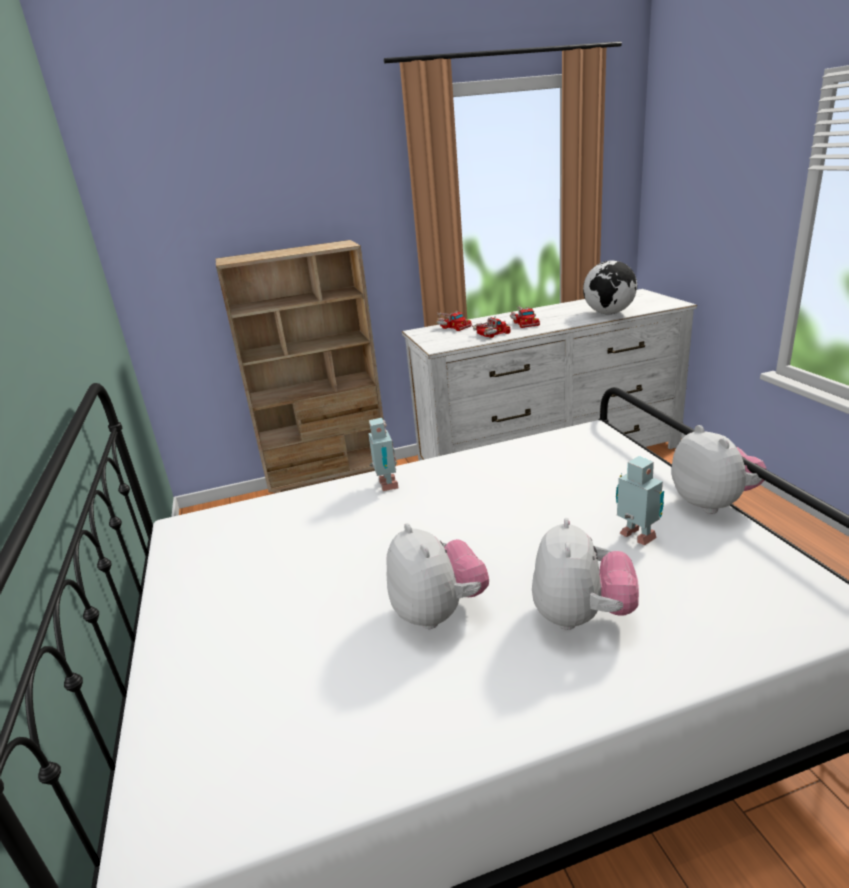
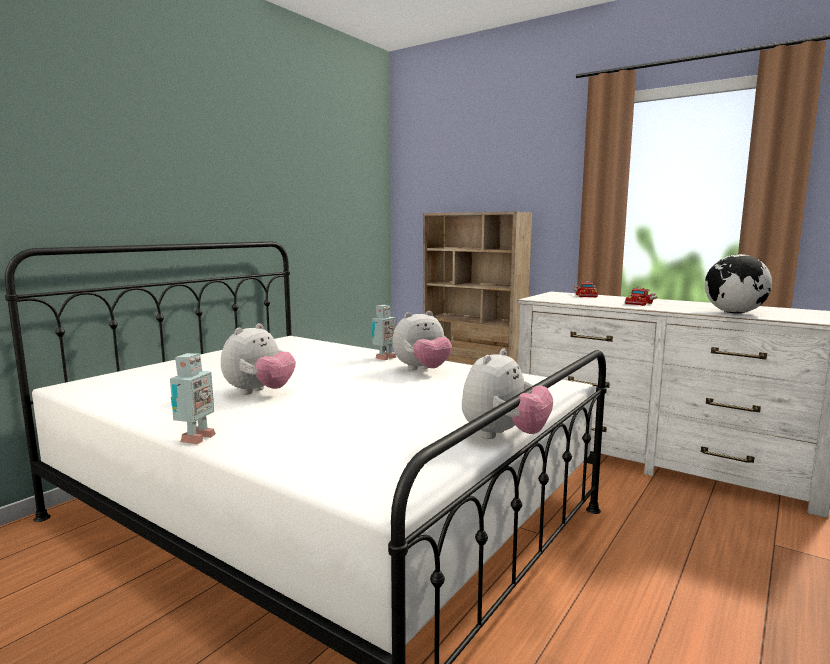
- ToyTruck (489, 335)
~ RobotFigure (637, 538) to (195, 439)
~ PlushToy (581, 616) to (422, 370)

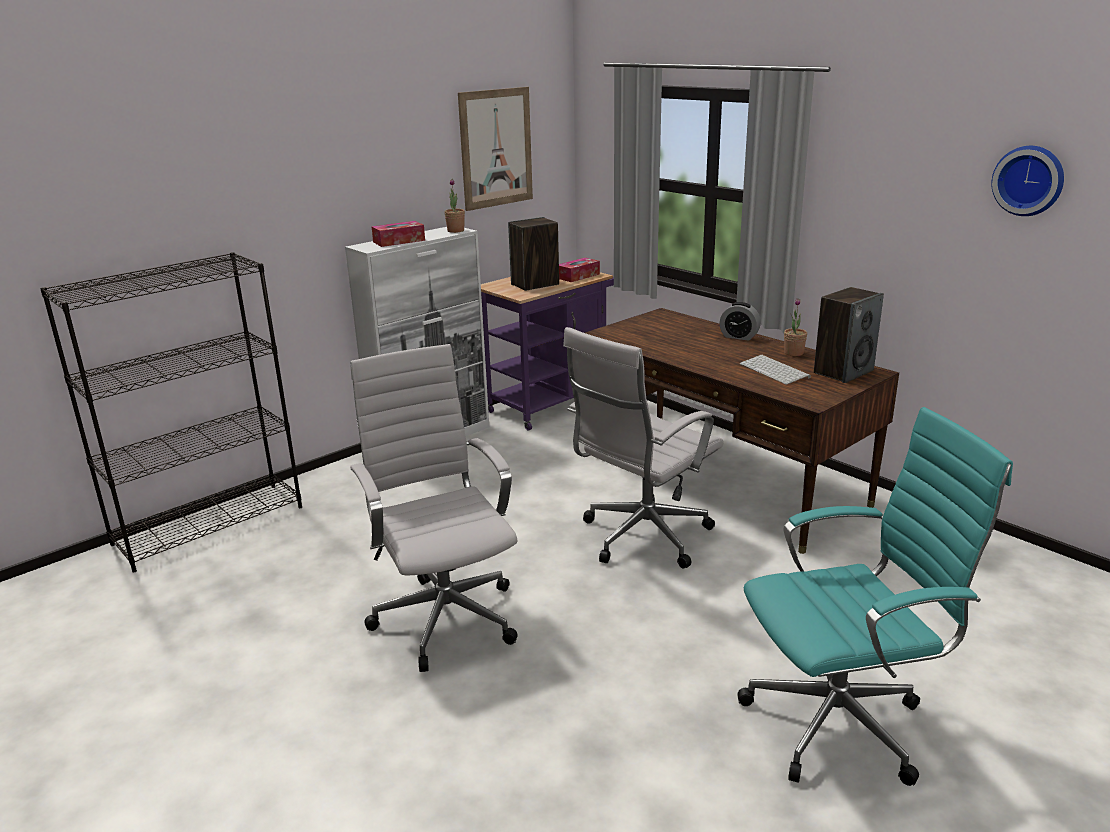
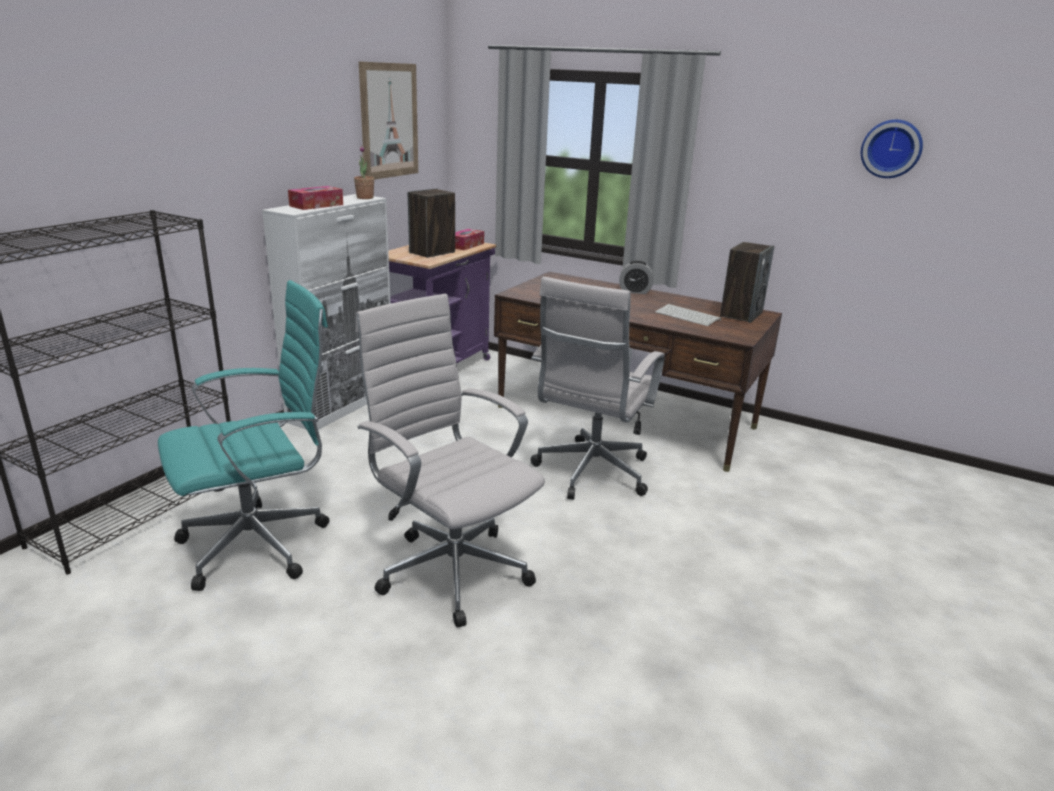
- Houseplant (793, 353)
~ TurquoiseComputerChair (843, 722) to (261, 544)

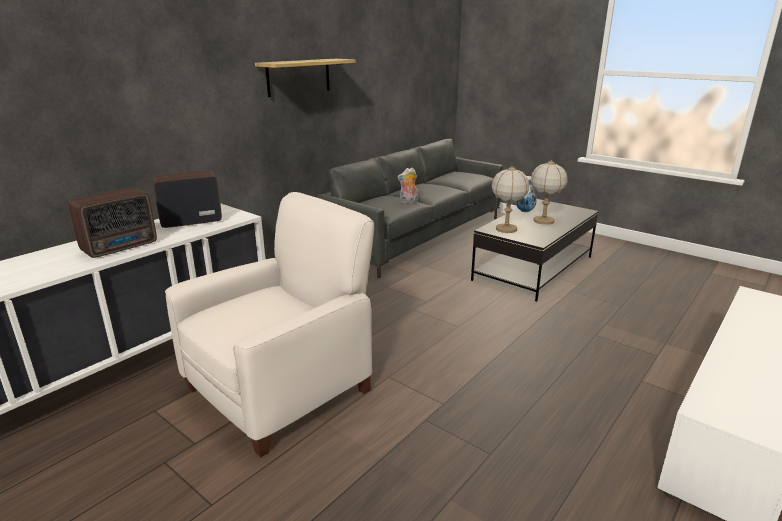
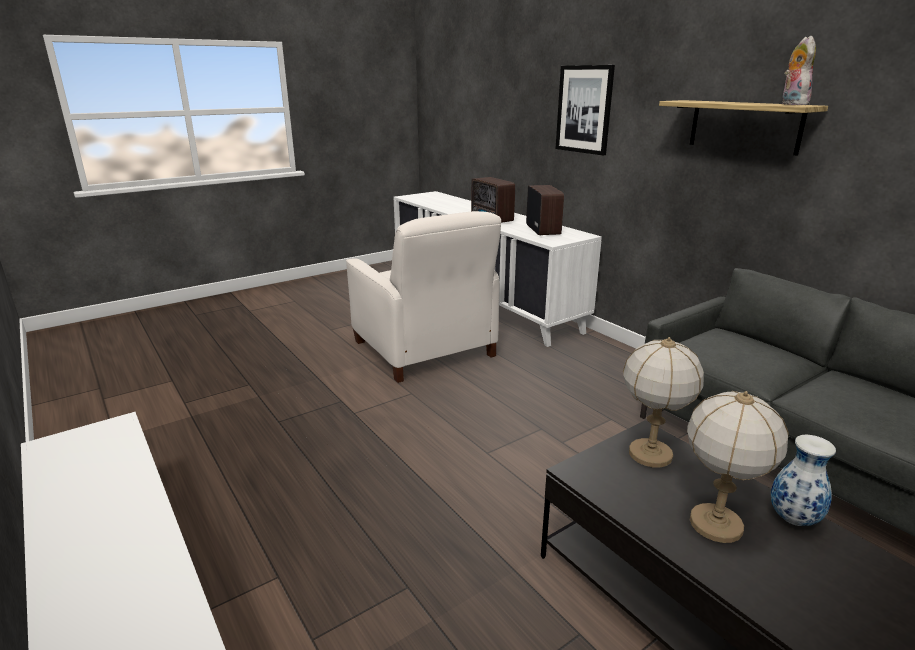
~ PlushToy (408, 202) to (791, 104)
+ WallPicture (584, 109)

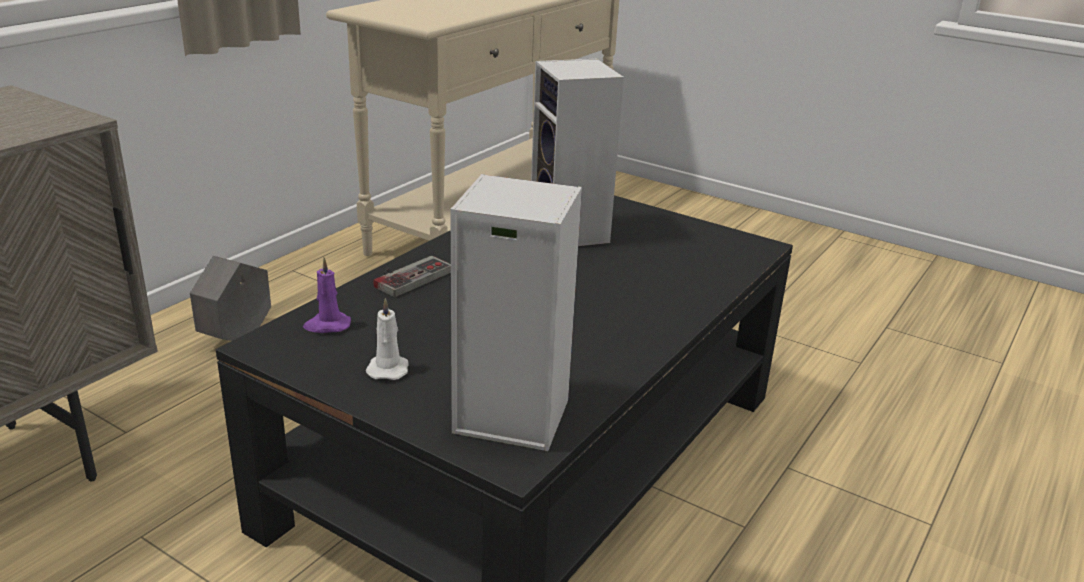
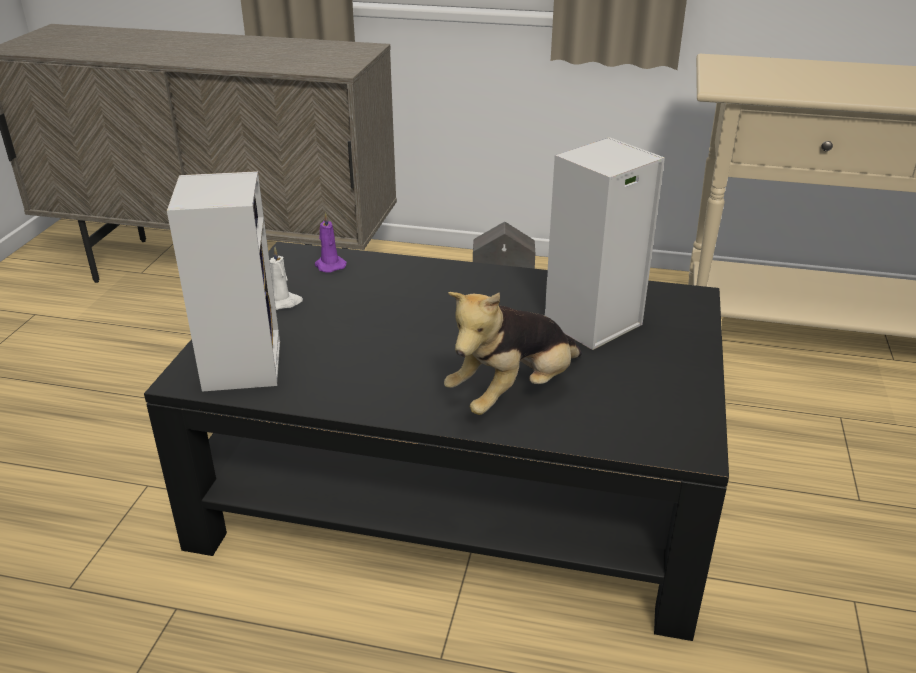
- Joypad (407, 276)
+ PlushToy (513, 393)

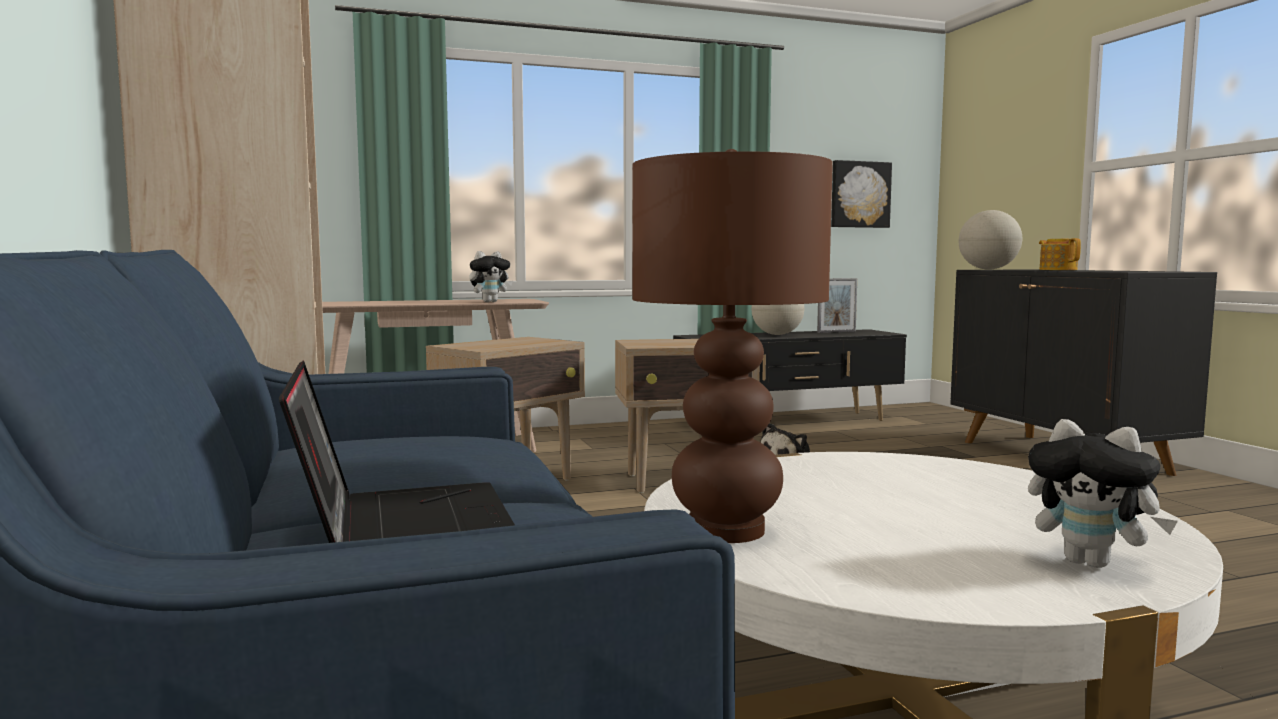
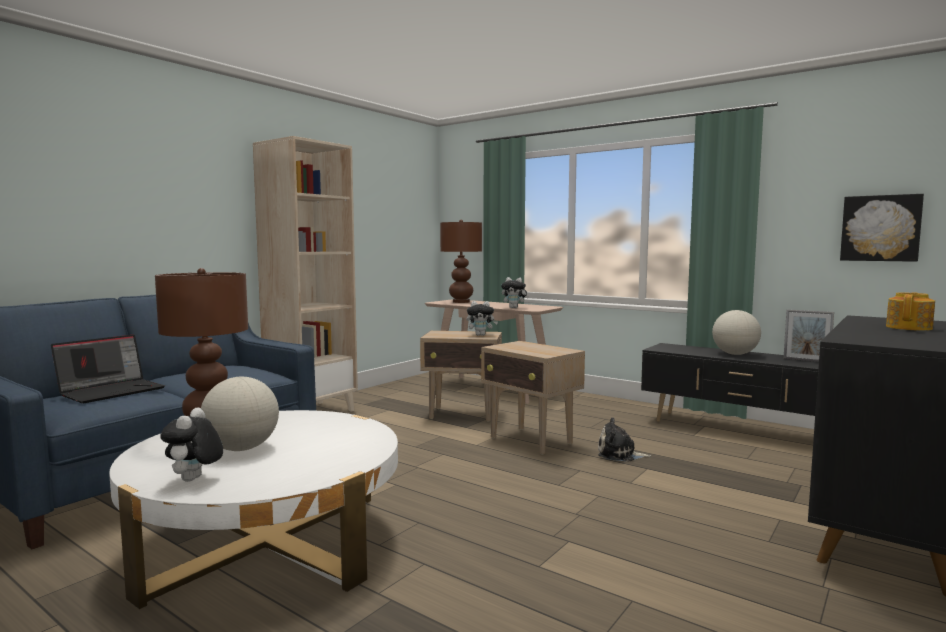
~ DeskGlobe (988, 269) to (241, 449)
+ BrownishTabletopLamp (461, 302)
+ PlushToy (481, 335)

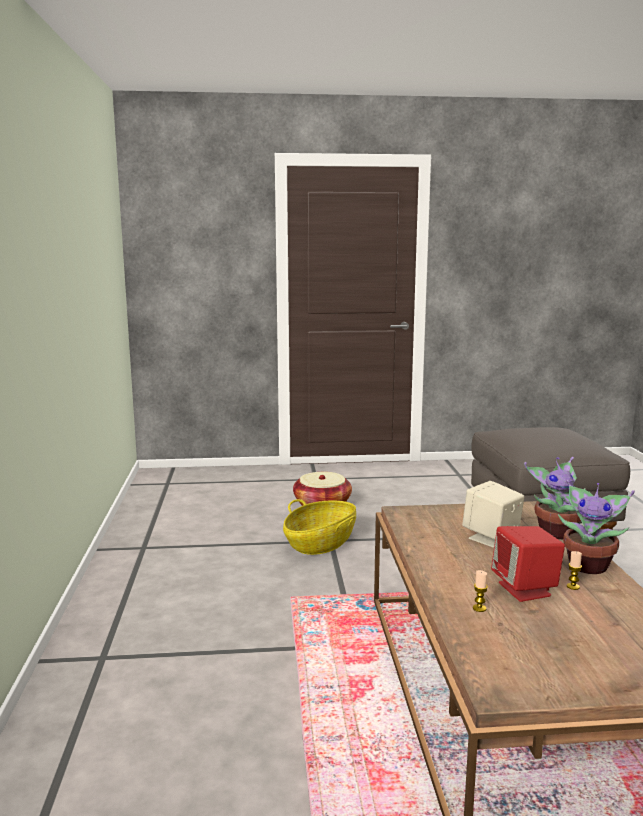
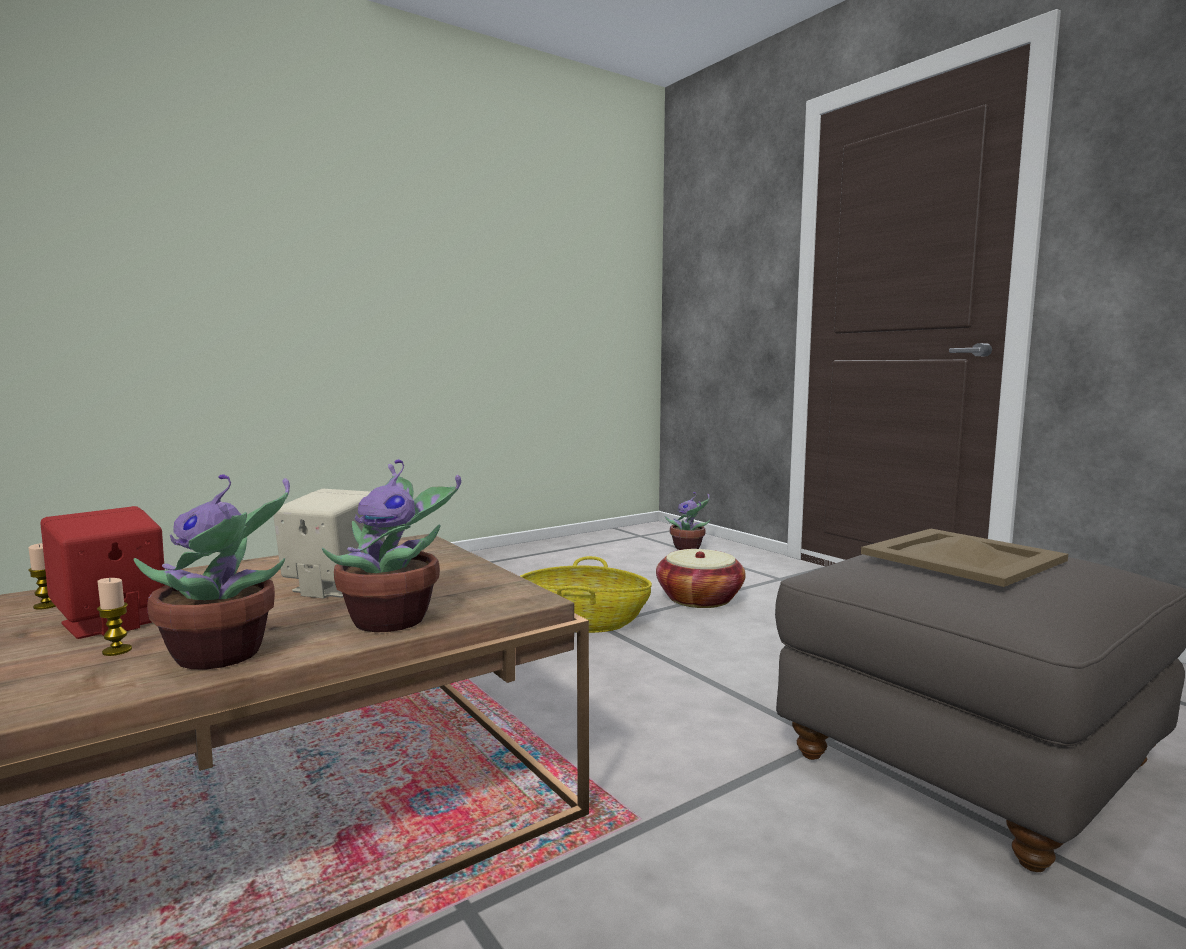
+ Houseplant (688, 548)
+ BeigeColouredTray (963, 557)

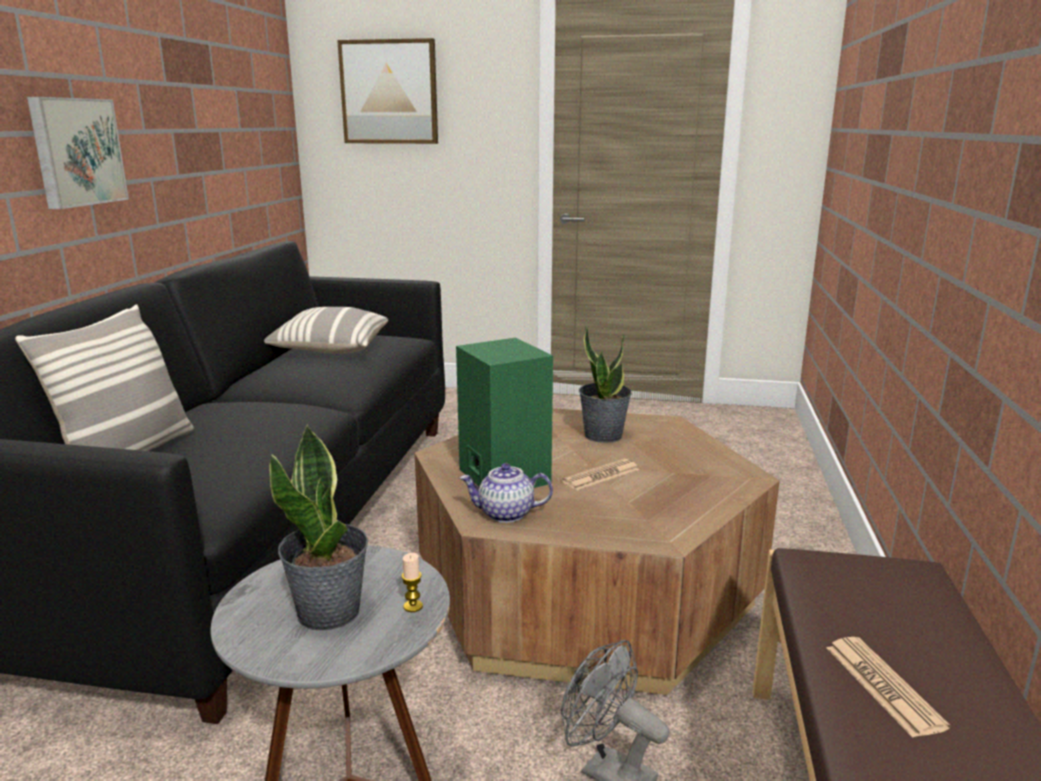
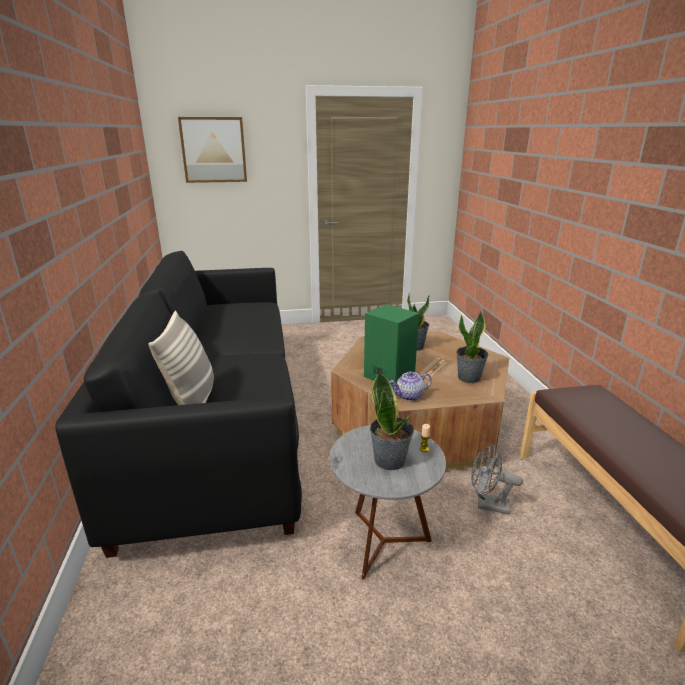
- WallPicture (76, 152)
- ThrowPillow (330, 349)
- PrintedPaper (883, 686)
+ Houseplant (469, 378)

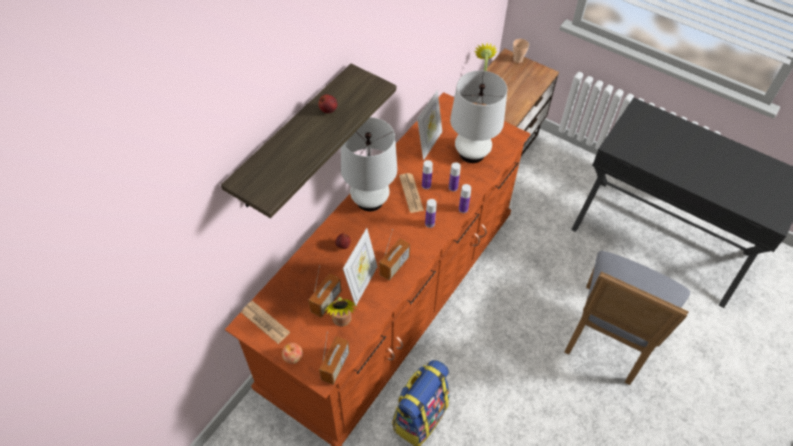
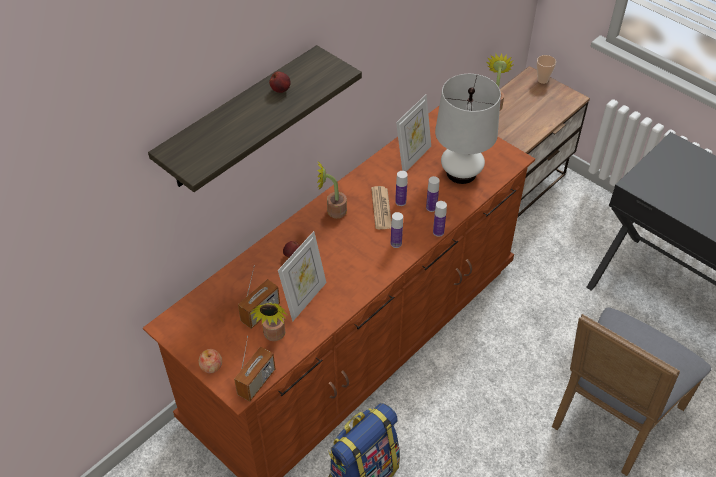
~ WhitishTabletopLamp (370, 200) to Houseplant (332, 211)
- RadioSet (394, 266)
- PrintedPaper (265, 322)

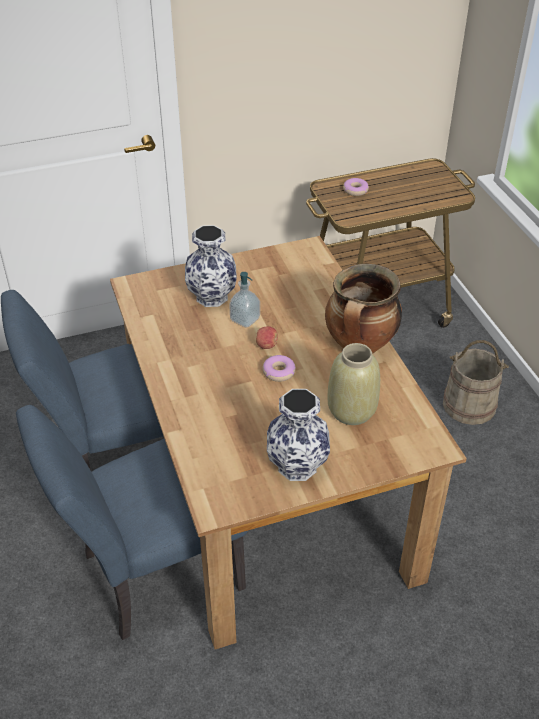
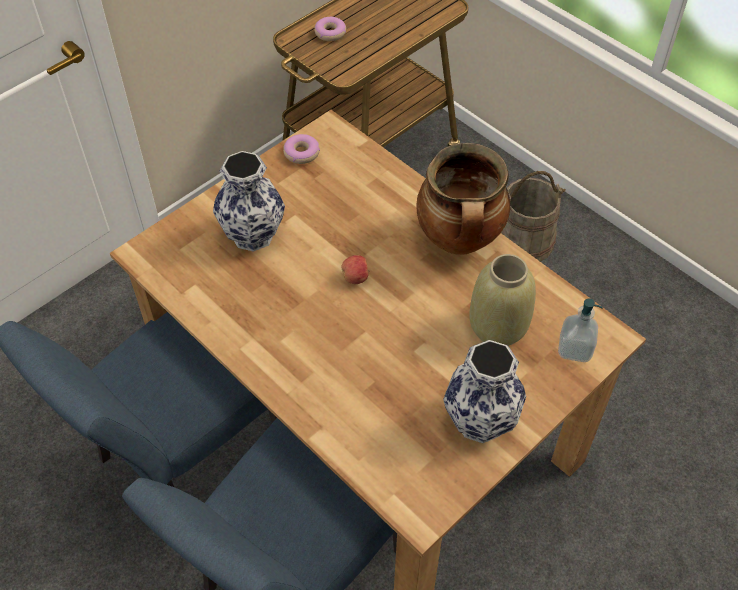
~ SoapBottle (245, 319) to (574, 349)
~ RingDoughnut (279, 372) to (302, 153)

